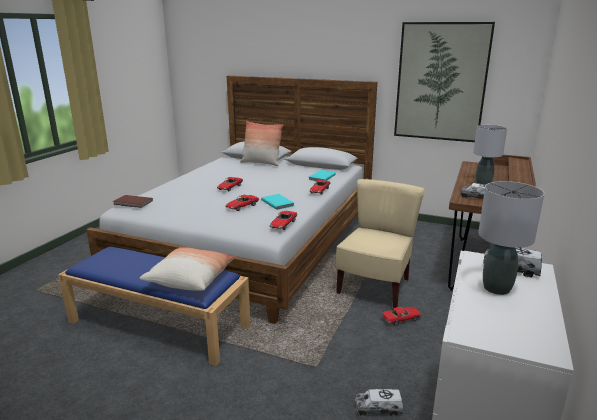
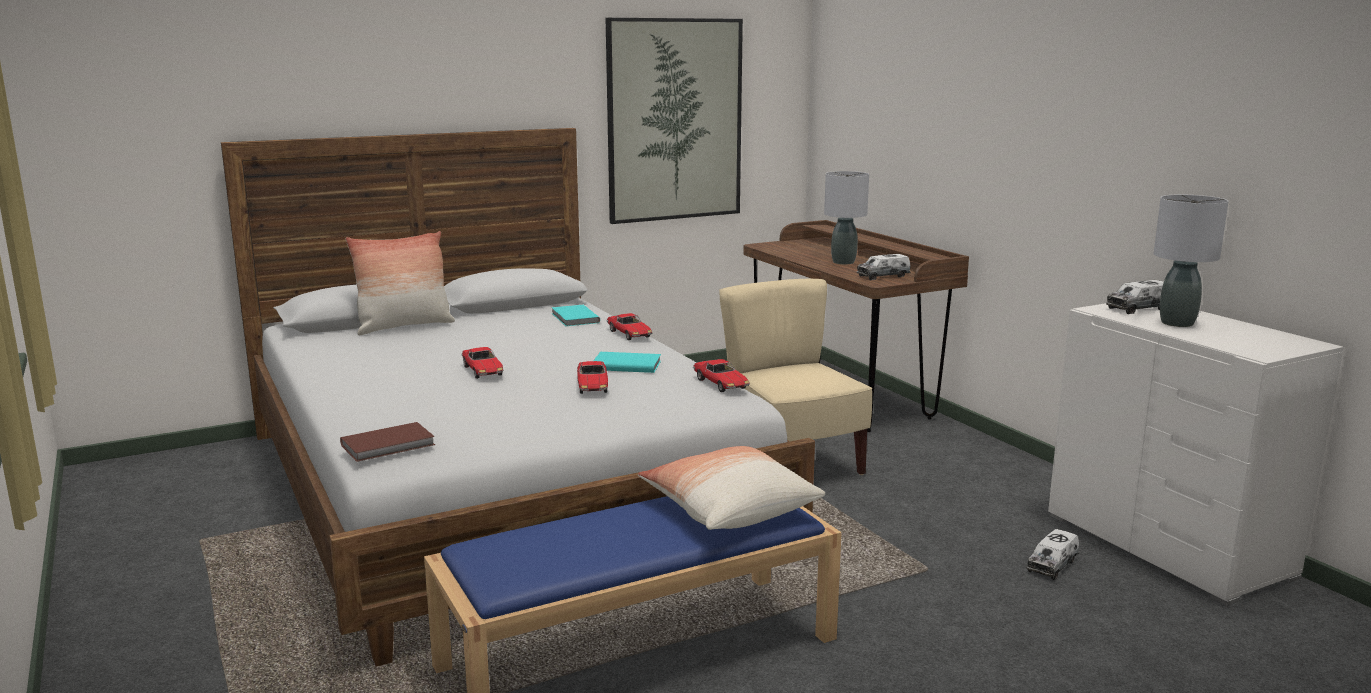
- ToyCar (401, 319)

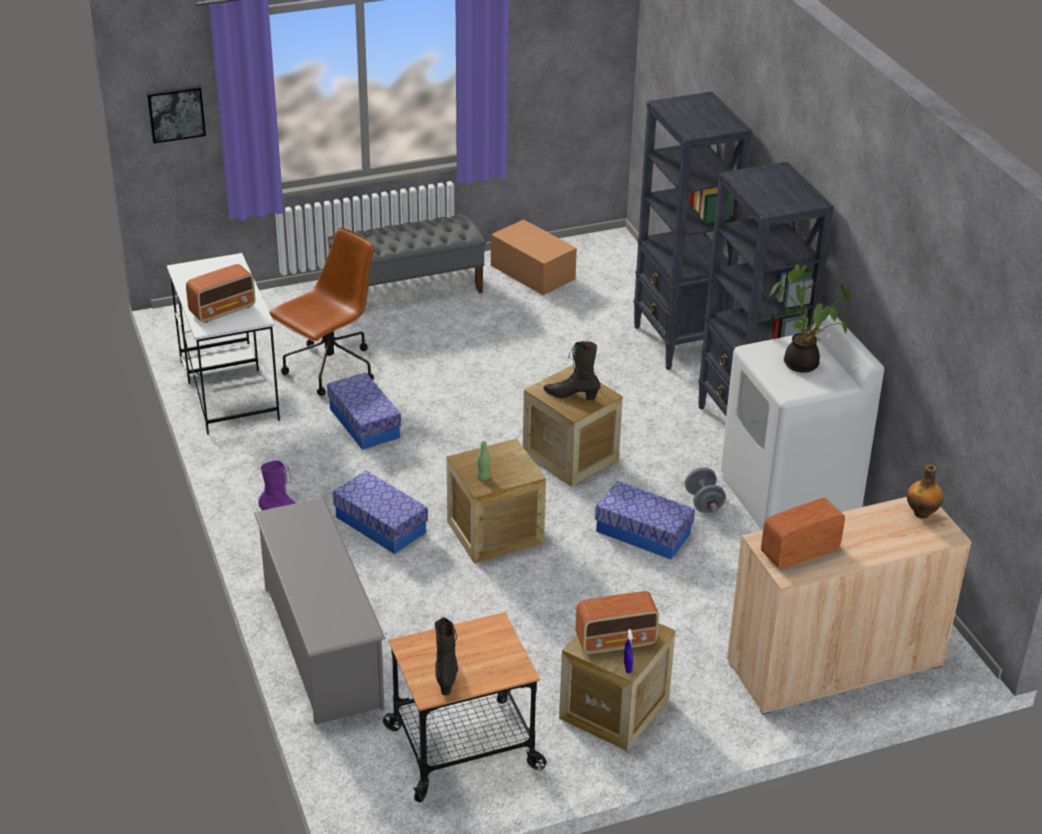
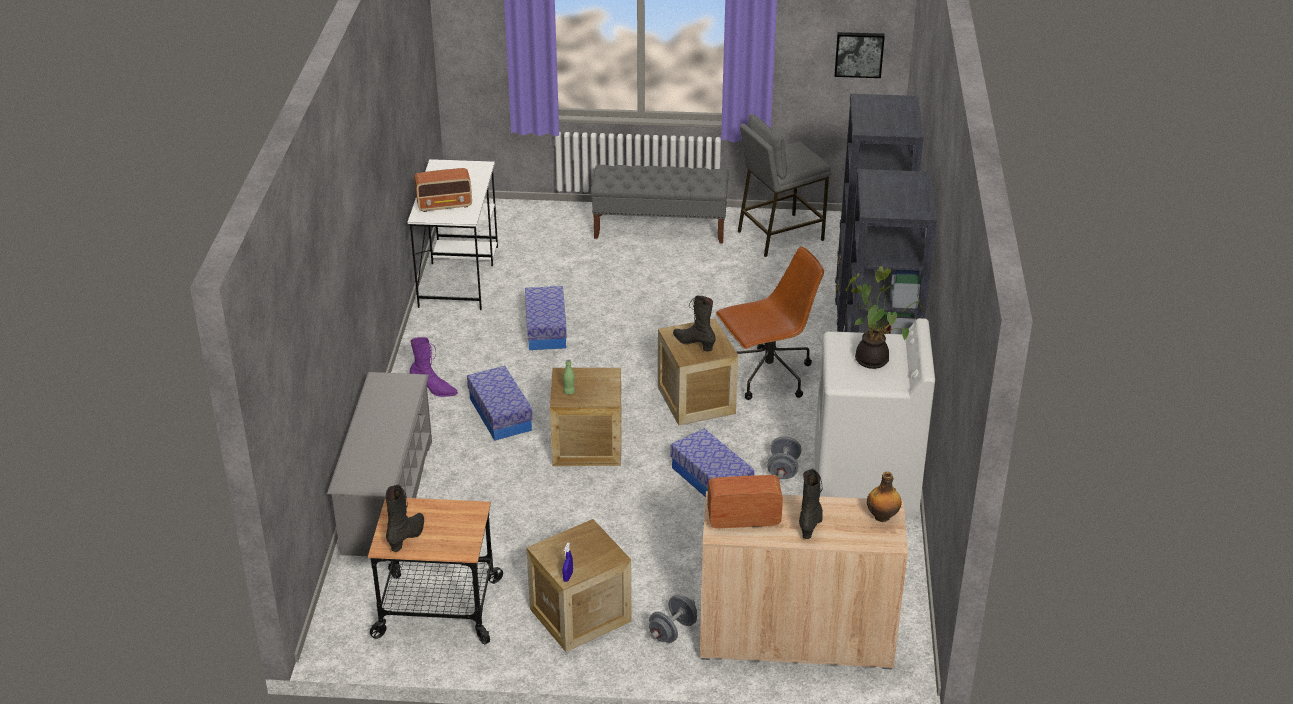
~ WallPicture (176, 113) to (859, 54)
~ PackingBox (532, 272) to GrayStool (779, 235)
~ BrownishComputerChair (329, 370) to (767, 376)
- RadioSet (616, 641)
+ BlackishBoot (811, 523)
+ GrayDumbbell (672, 631)

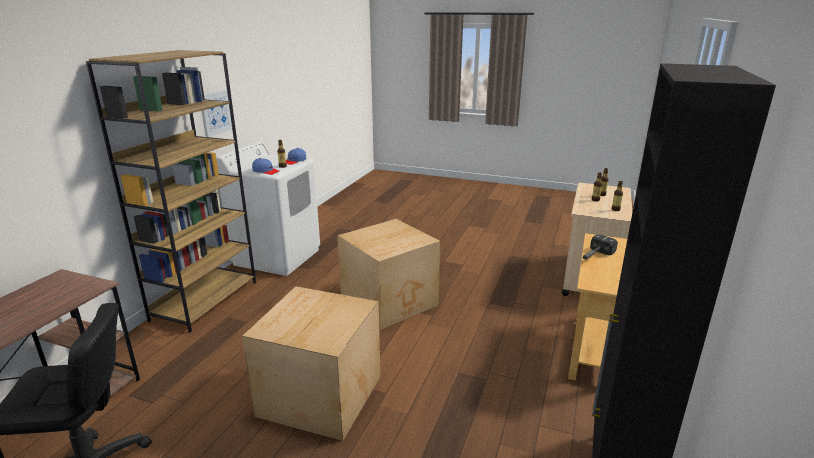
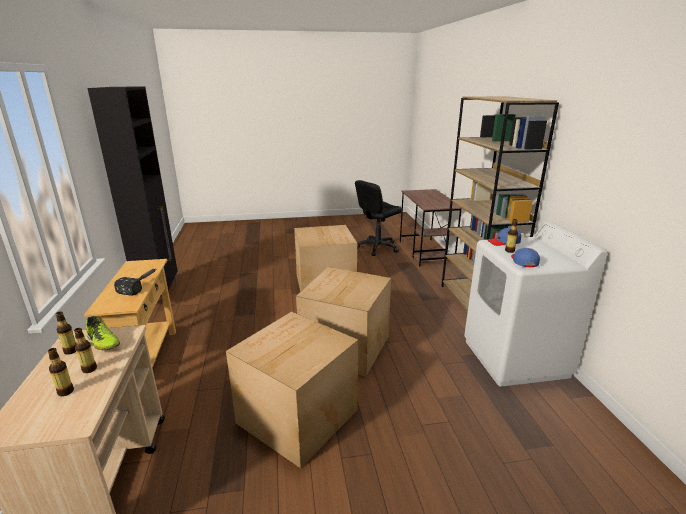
- WallPicture (216, 112)
+ PackingBox (295, 416)
+ ItemOfFootwear (103, 342)

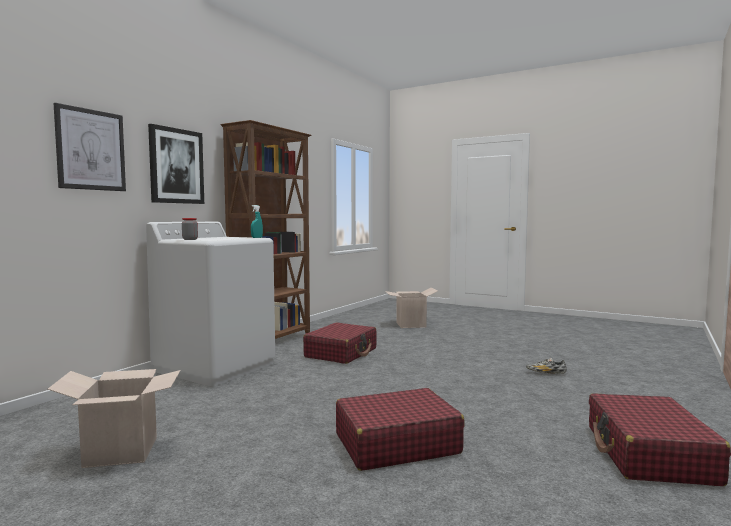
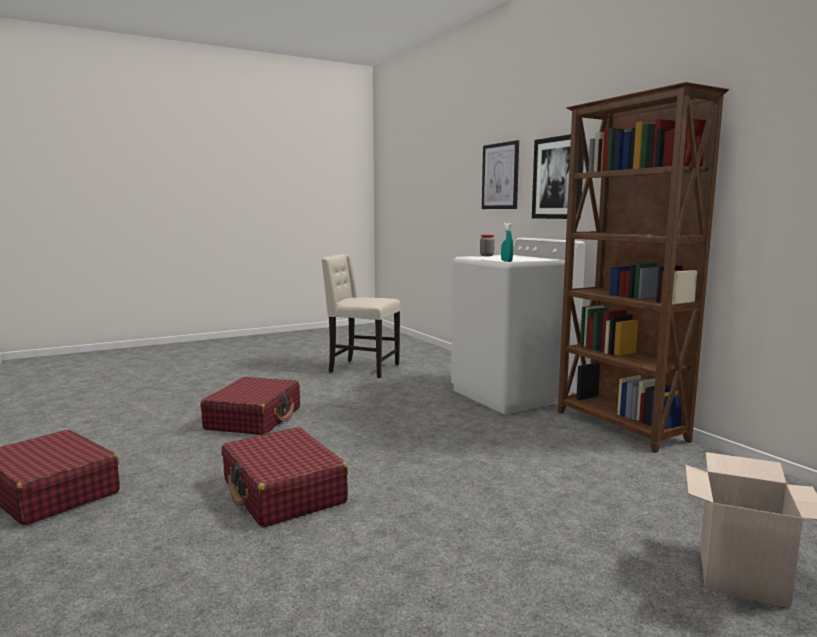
~ RedTravelCase (341, 353) to (283, 492)
- ItemOfFootwear (546, 373)
~ PackingBox (121, 452) to BeigeColouredPlainChair (362, 369)

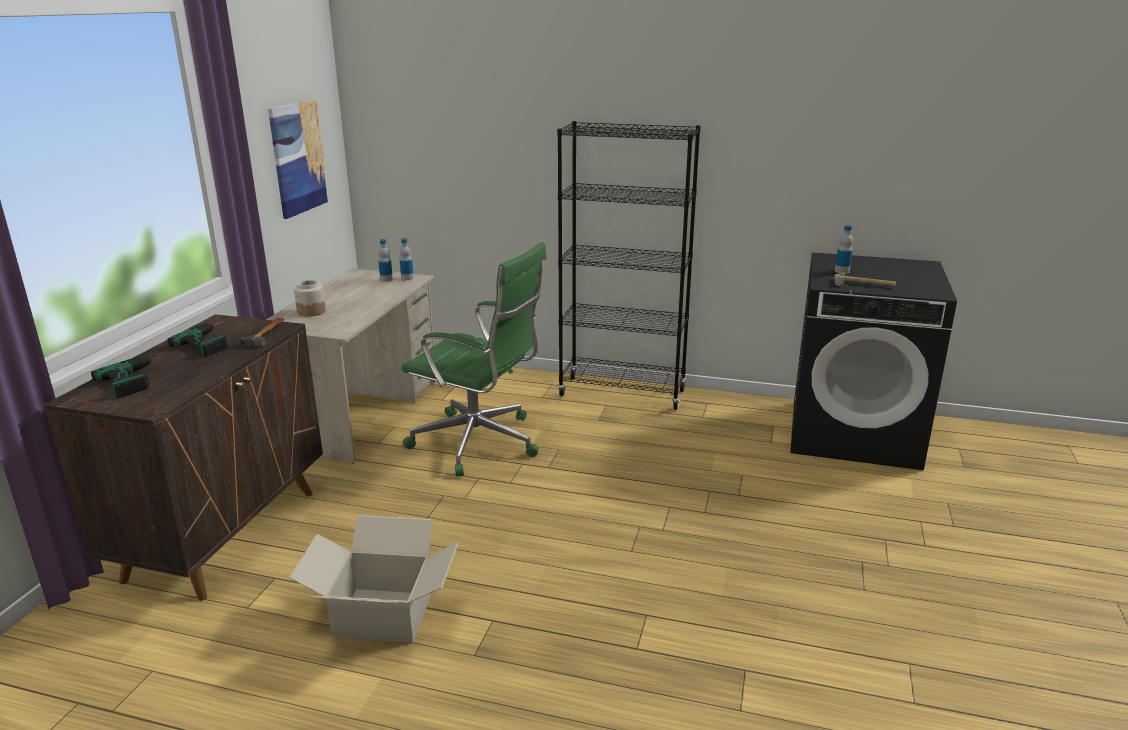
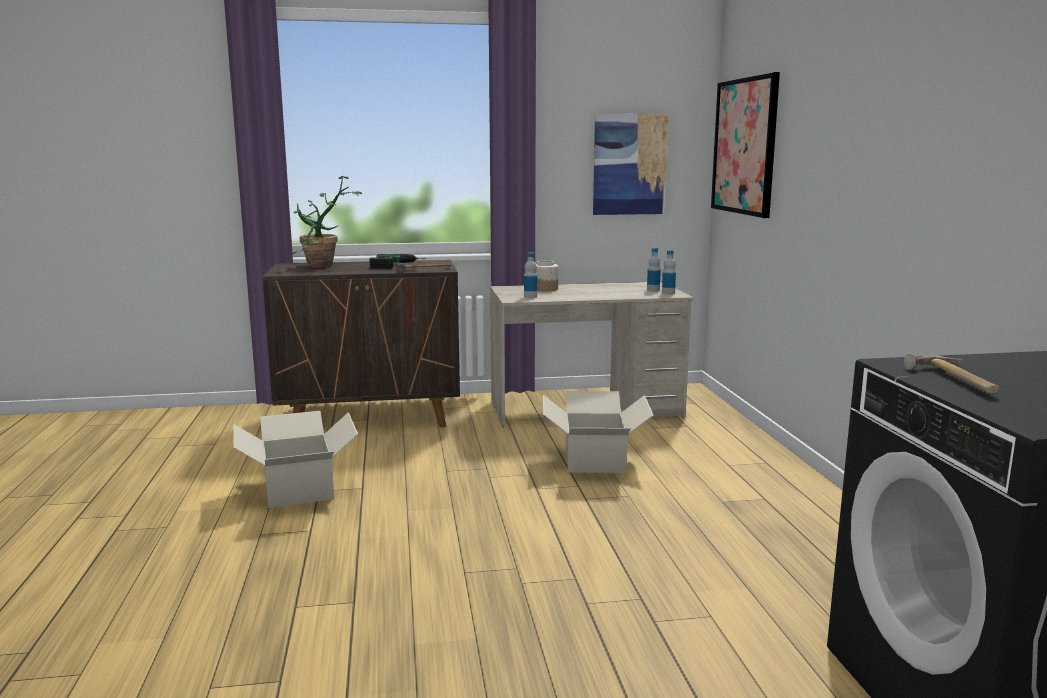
- BlackishBookcase (622, 393)
~ DrinkBottle (842, 271) to (530, 297)
~ GreenishComputerChair (479, 443) to PackingBox (594, 460)
~ Drill (140, 378) to Houseplant (324, 266)
+ WallPicture (745, 146)

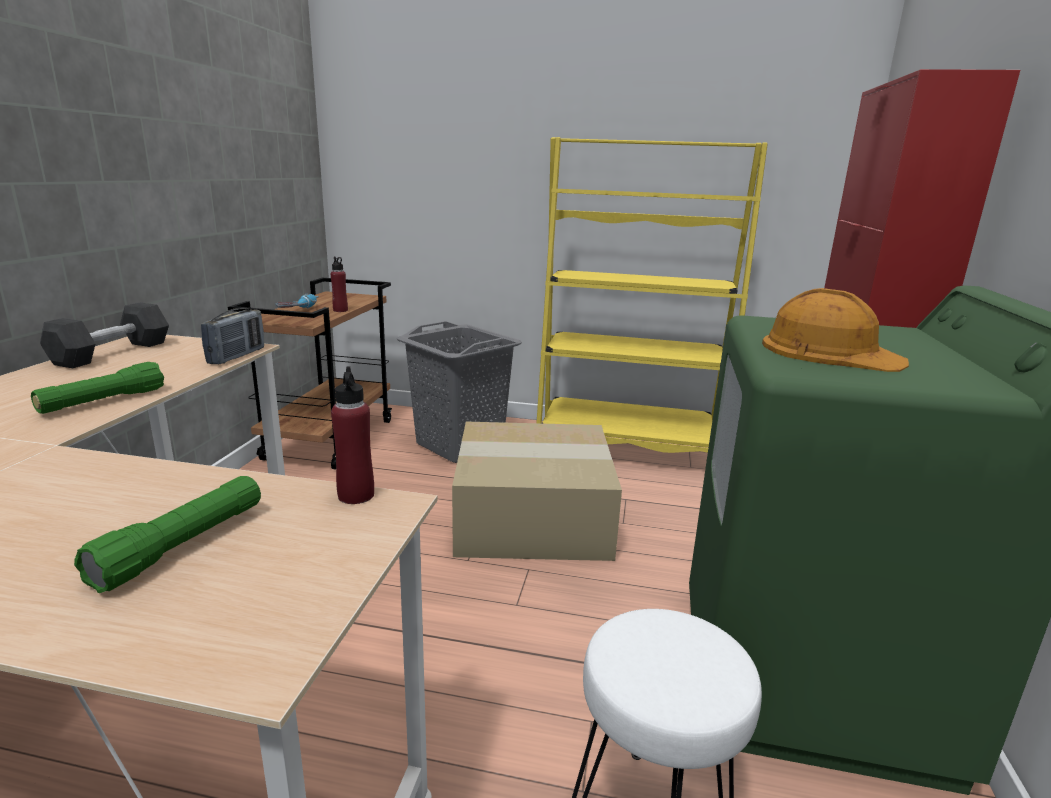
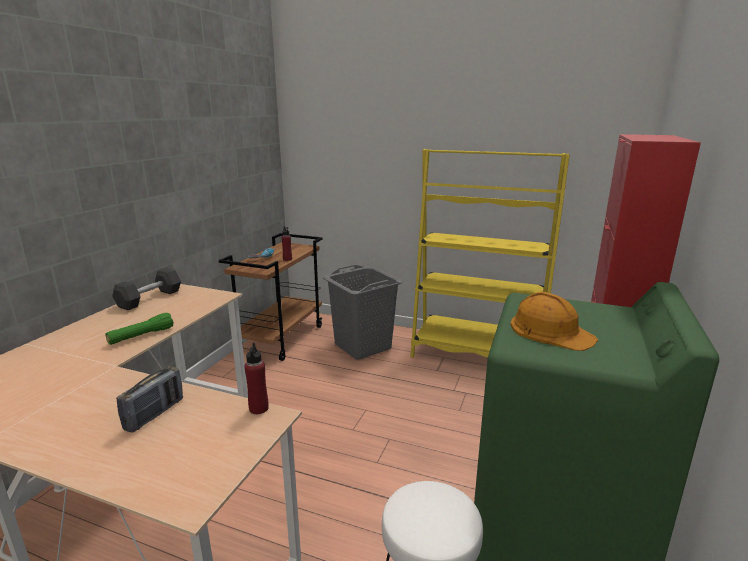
~ RadioSet (237, 356) to (155, 414)
- PackingBox (535, 515)
- GreenishFlashlight (183, 546)

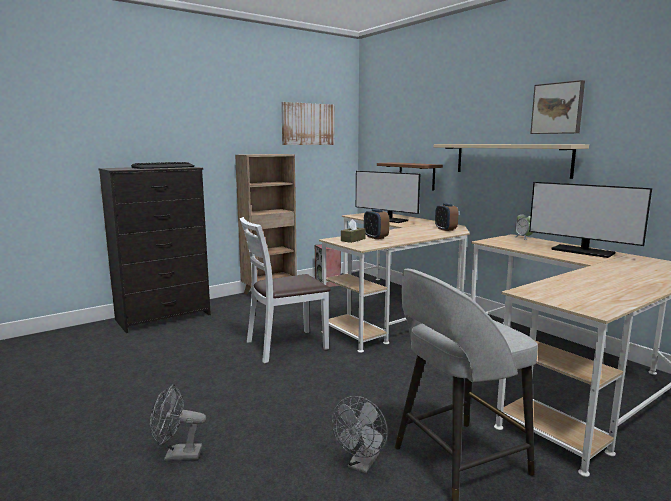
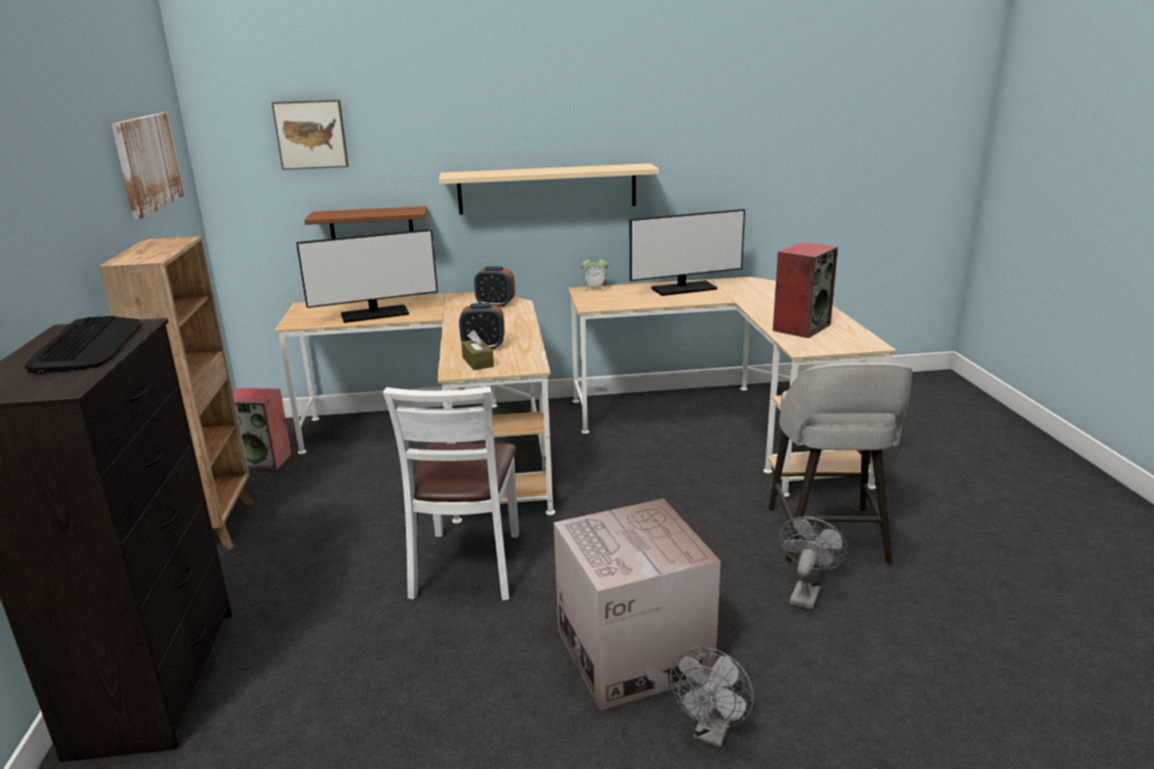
~ WallPicture (558, 108) to (311, 134)
~ GrayElectricFan (362, 465) = (806, 592) 120 degrees counterclockwise
+ Speaker (801, 327)
+ PackingBox (633, 652)

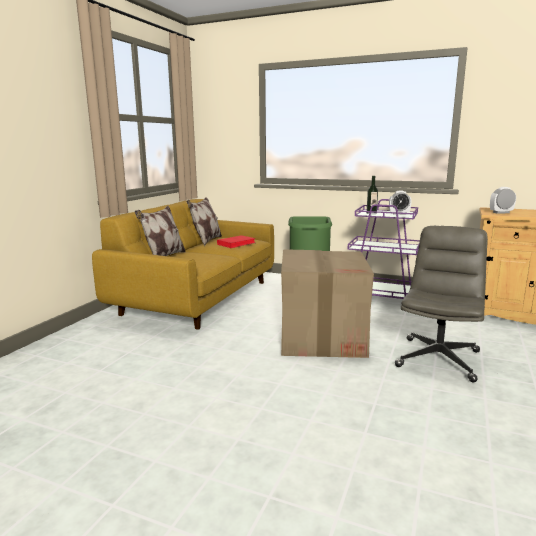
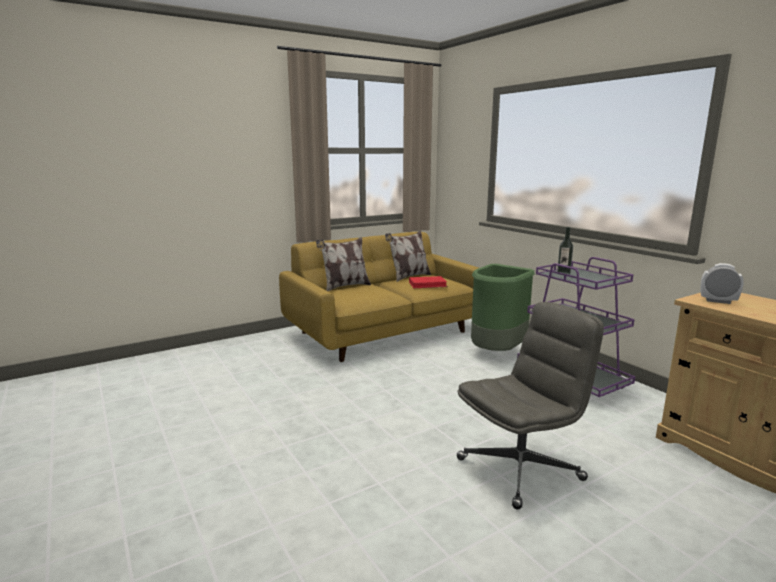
- TableClock (399, 214)
- PackingBox (322, 338)

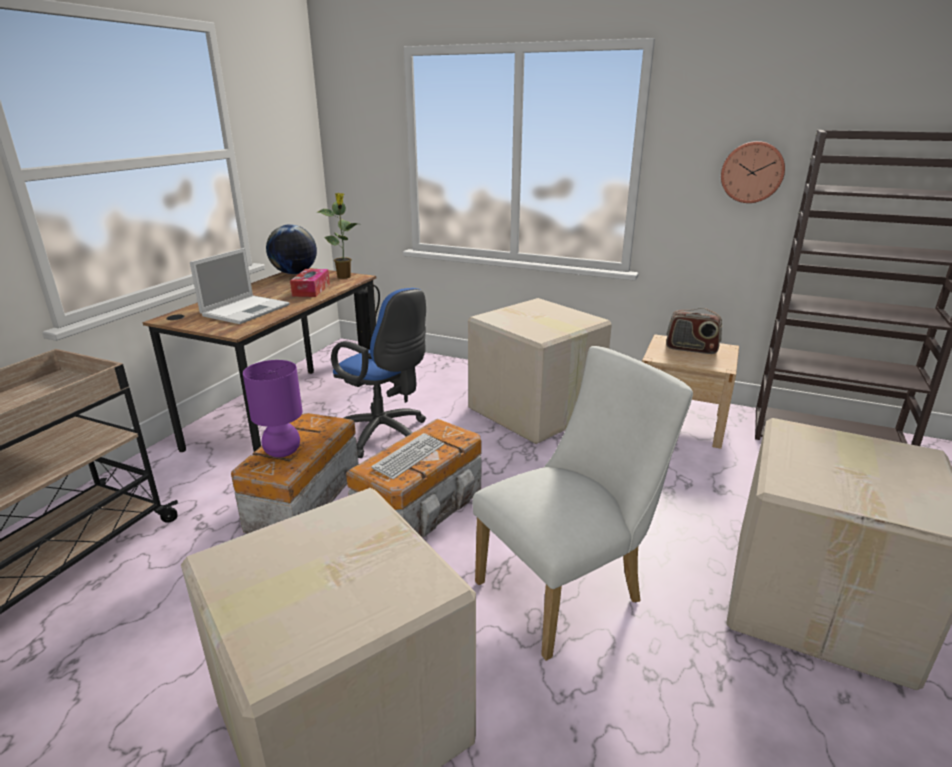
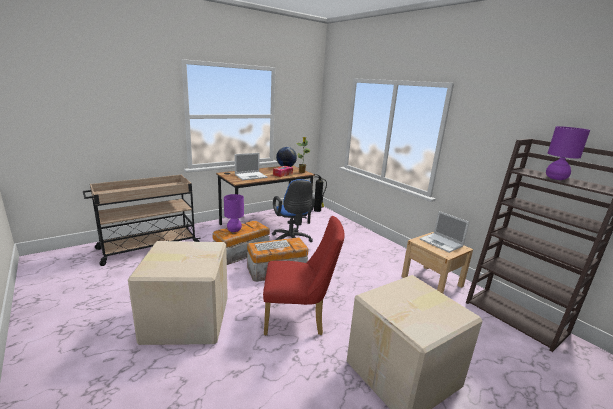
- WallClock (752, 172)
- PackingBox (535, 412)
~ RadioSet (691, 349) to Laptop (442, 243)
~ WhitishPlainChair (568, 589) to RedPlainChair (299, 318)
+ PurpleTabletopLamp (556, 178)

